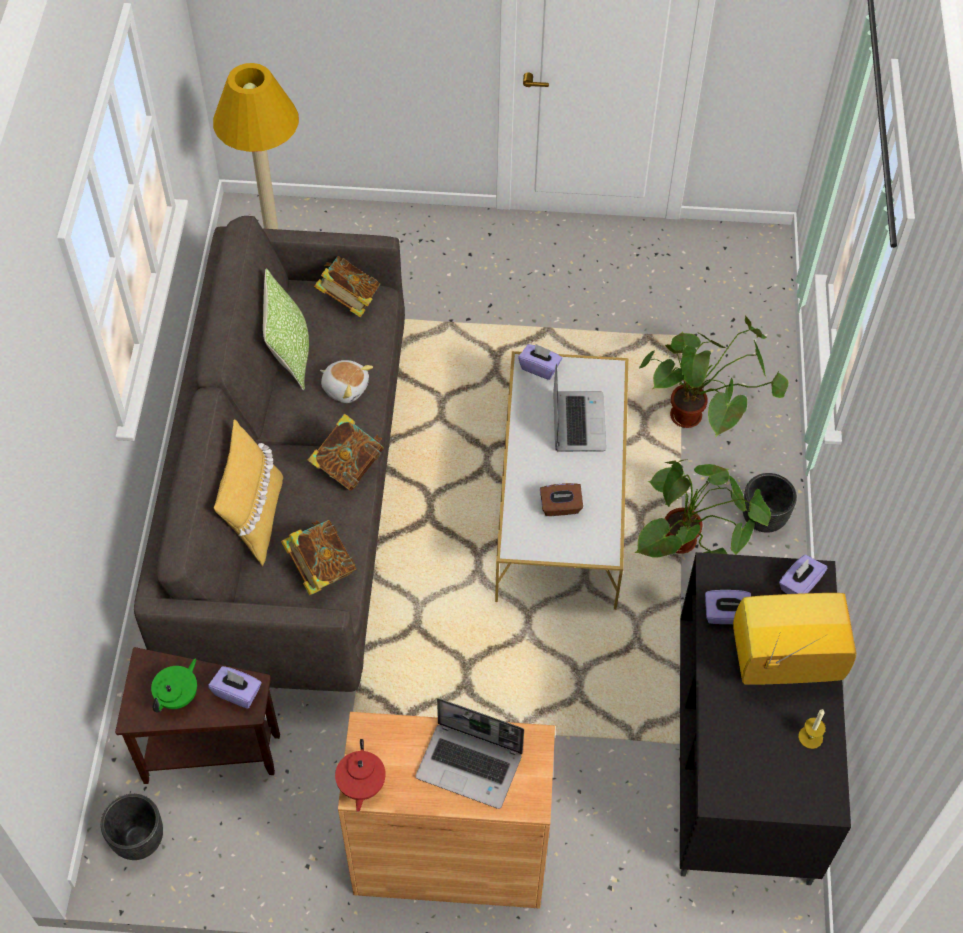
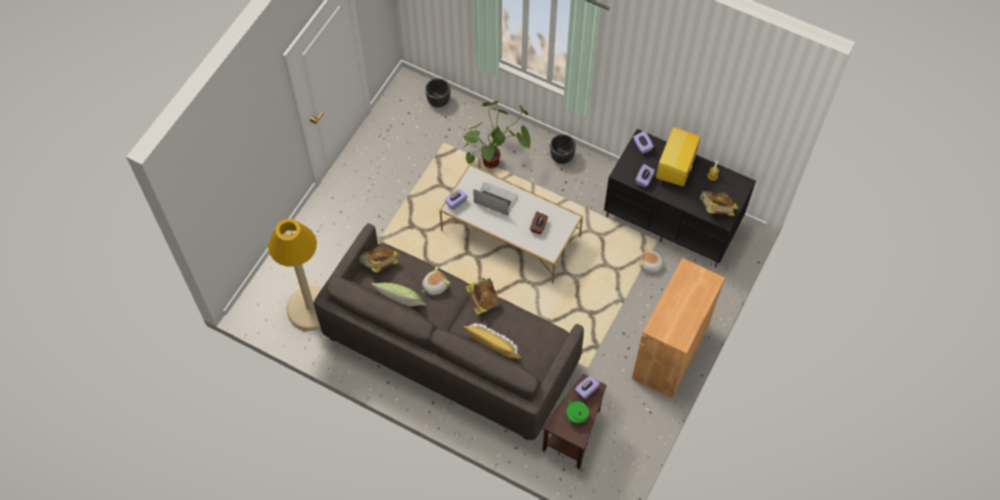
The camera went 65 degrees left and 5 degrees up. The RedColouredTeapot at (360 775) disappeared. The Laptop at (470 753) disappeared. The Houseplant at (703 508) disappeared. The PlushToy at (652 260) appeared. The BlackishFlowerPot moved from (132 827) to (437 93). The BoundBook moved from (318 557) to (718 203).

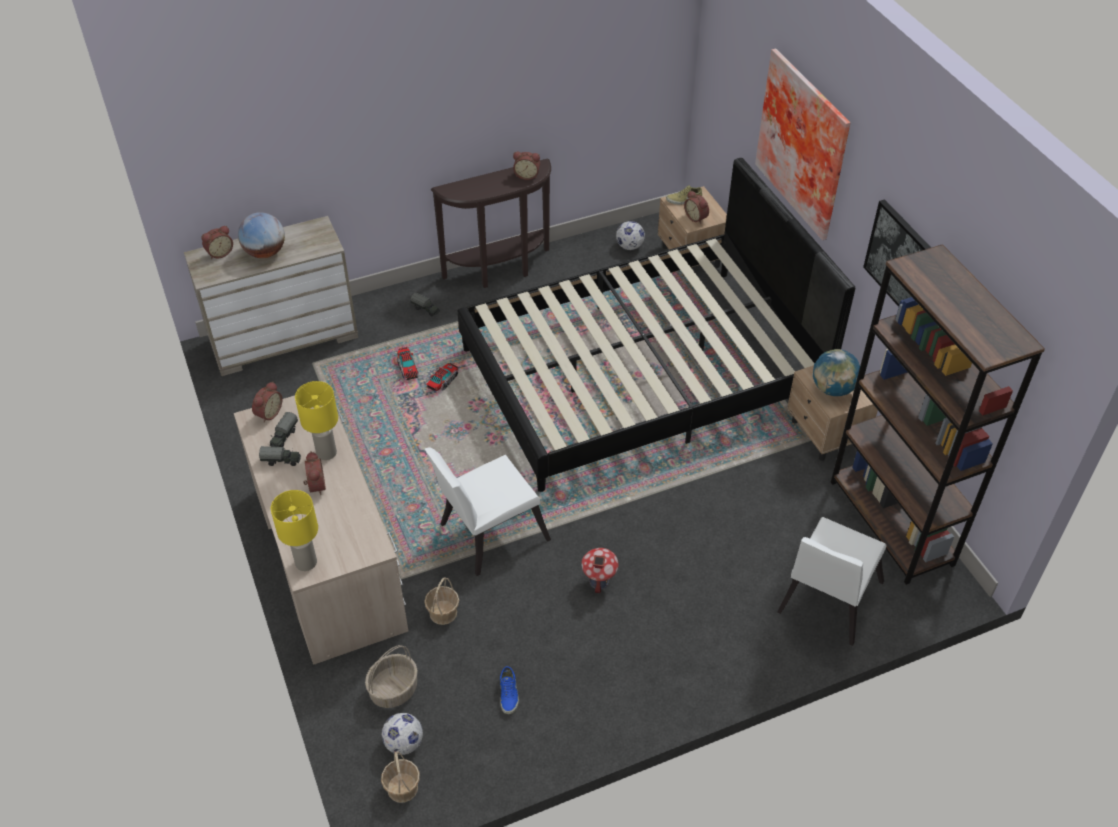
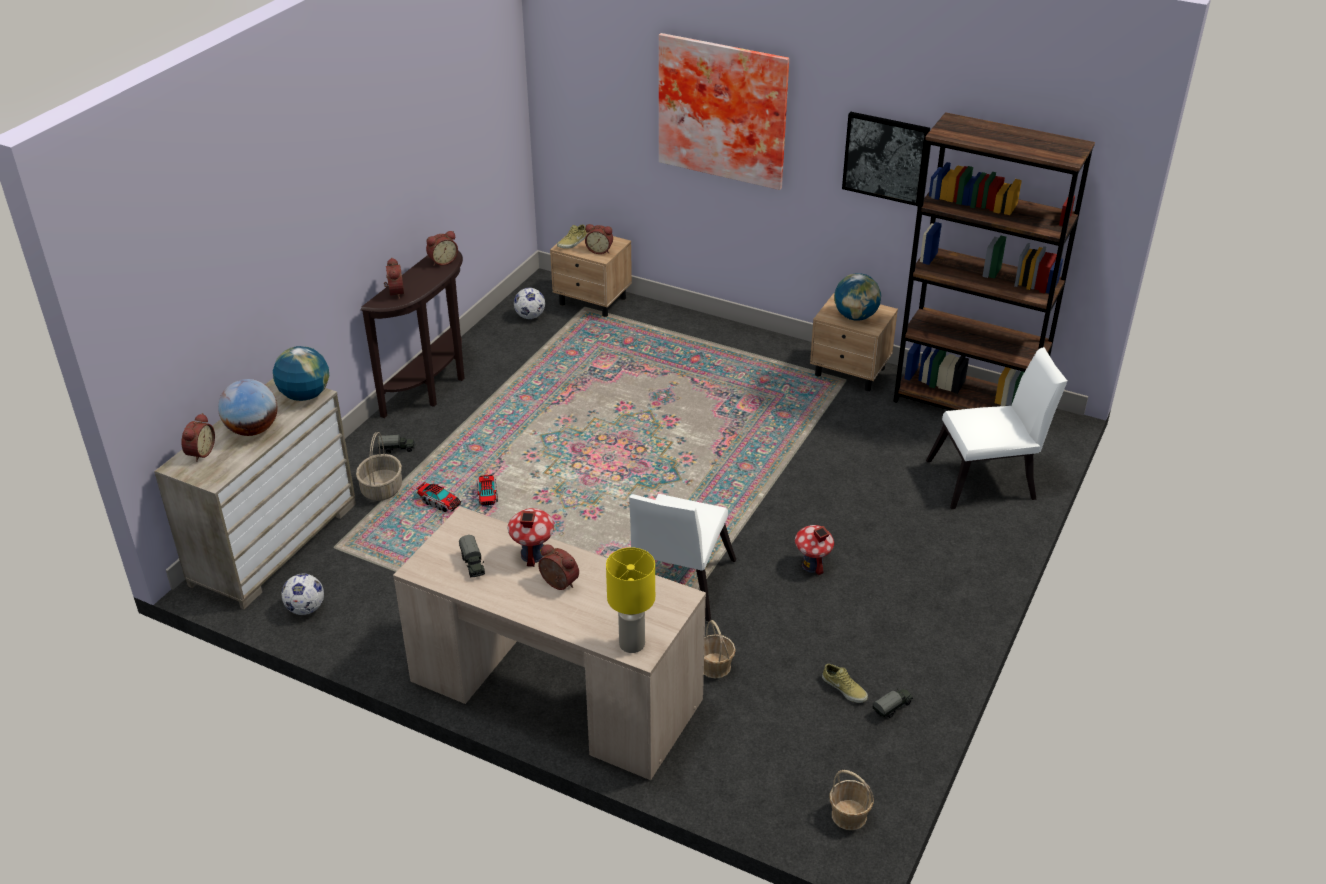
The camera went 40 degrees left and 10 degrees down. The BlackishBedroomBed at (656 325) disappeared. The DeskGlobe at (301 373) appeared. The TableClock moved from (267 402) to (394 278). The ModelTruck moved from (280 456) to (893 703). The HouseholdBasket moved from (391 676) to (379 466). The FootballBall moved from (402 734) to (303 594). The YellowColouredLampForATable at (316 420) was replaced by the MiniatureHouse at (531 537). The BluishShoe at (509 690) became the SandColouredShoe at (845 683). The WhiteColouredChair at (832 581) turned 90 degrees counterclockwise.

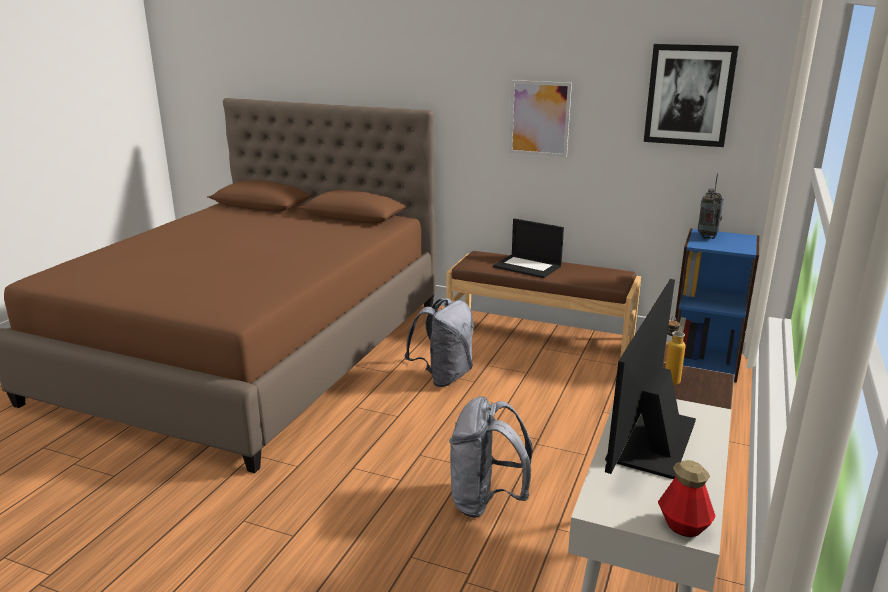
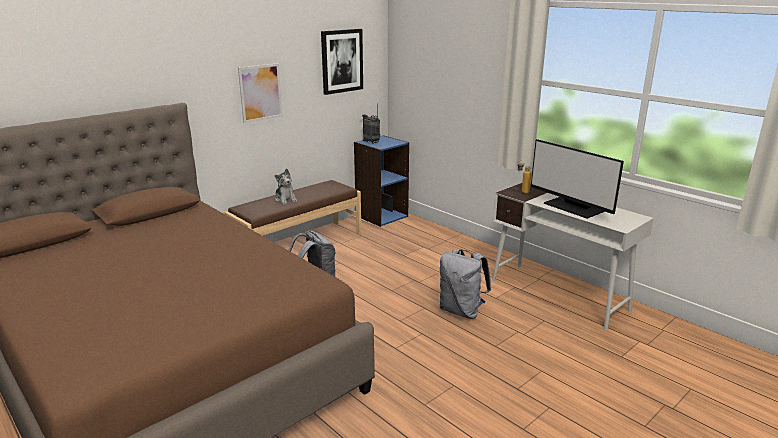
The camera went 65 degrees left and 0 degrees up. The Bottle at (687 498) disappeared. The Laptop at (528 248) was replaced by the PlushToy at (286 186).

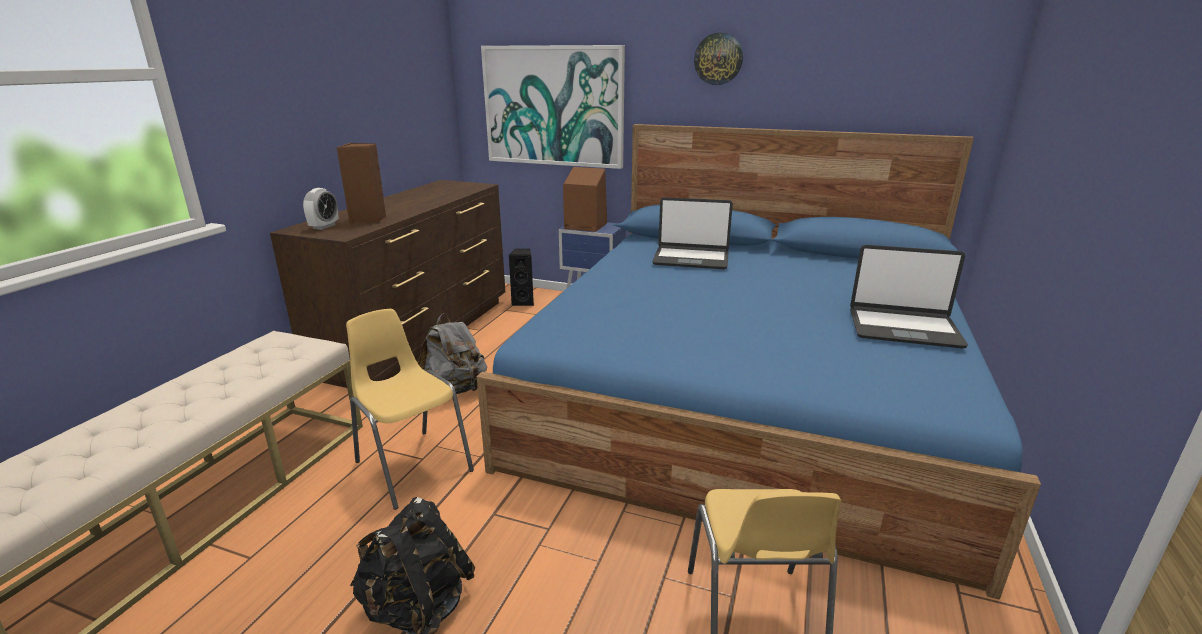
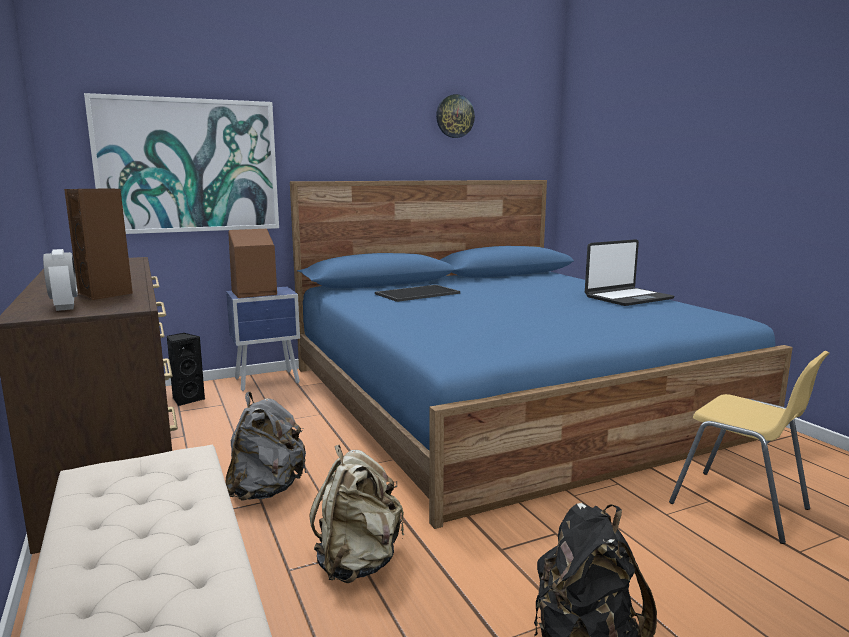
The camera went 45 degrees left and 10 degrees down. The WallClock moved from (718 59) to (455 116). The YellowColouredChair at (410 409) was replaced by the SandColouredRucksack at (357 514). The Laptop at (692 233) was replaced by the Tray at (417 293).

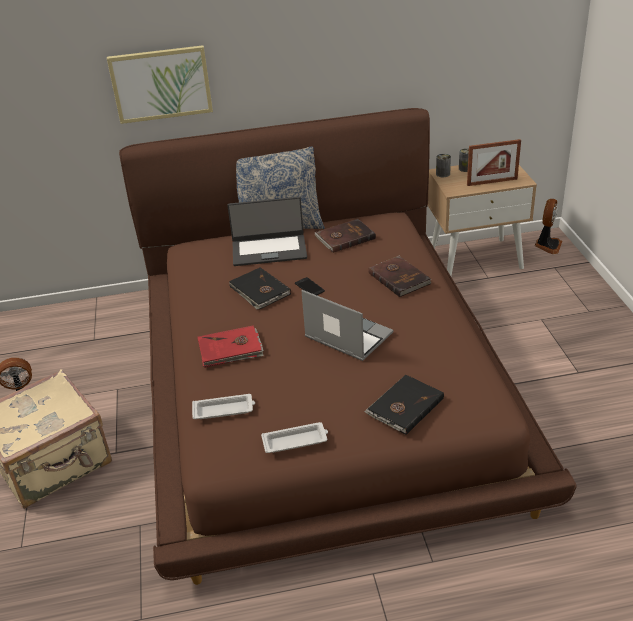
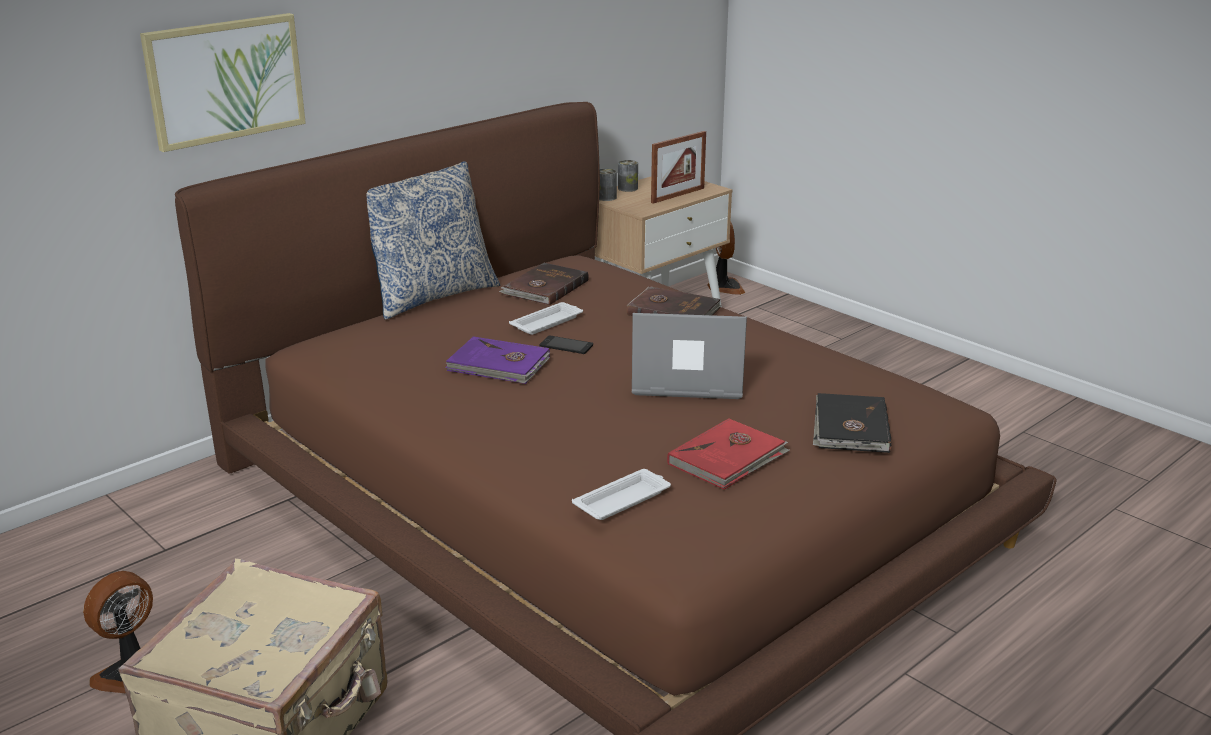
The camera went 35 degrees left and 10 degrees down. The Laptop at (267 231) disappeared. The RedColouredBoundBook moved from (231 346) to (728 454). The WhiteColouredTray moved from (294 437) to (546 318). The BlackishBoundBook at (260 288) became the PurplishBoundBook at (497 360).

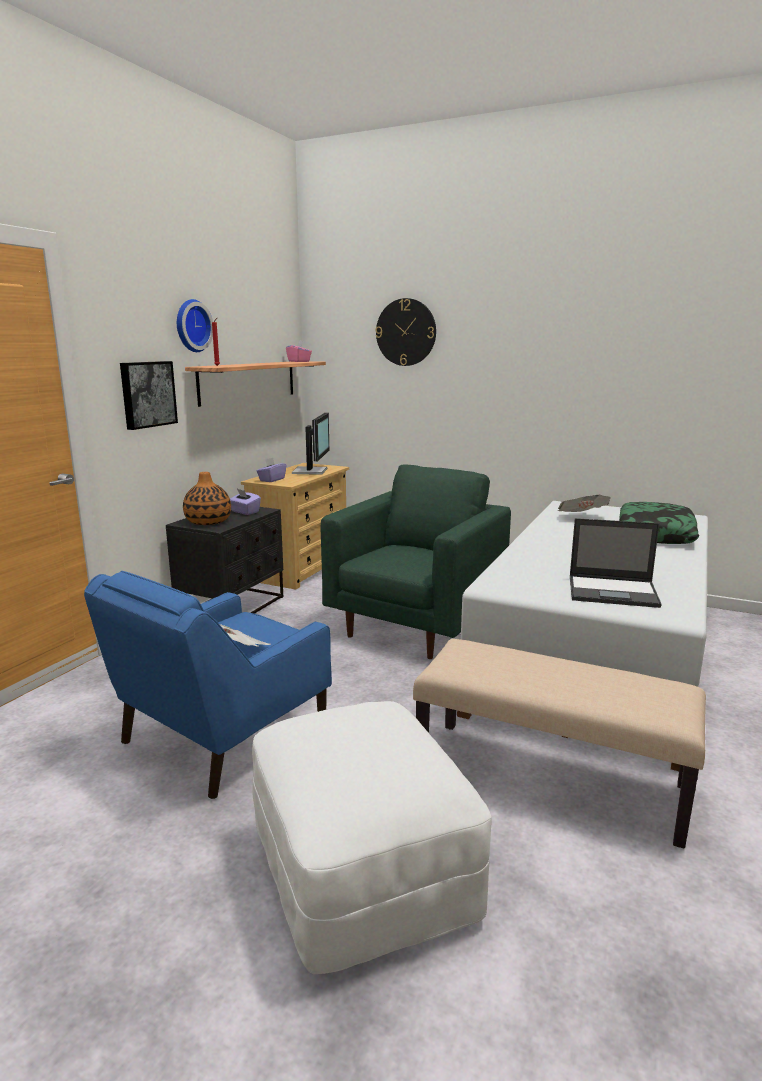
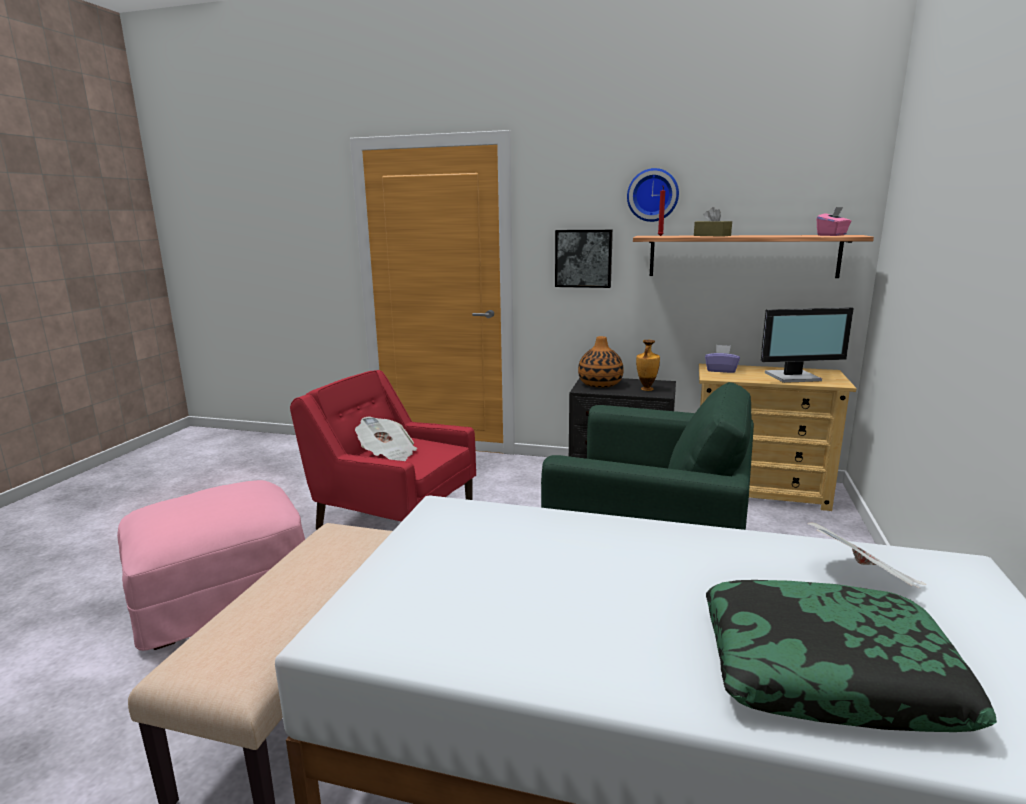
The camera went 80 degrees right and 0 degrees up. The WallClock at (405 332) disappeared. The Laptop at (616 563) disappeared. The BrownBoxOfTissues at (713 222) appeared. The PurplishBoxOfTissues at (245 502) was replaced by the DecorativeVase at (648 365). The BluishArmchair at (208 685) became the RedColouredArmchair at (383 450). The WhiteColouredPouffe at (372 837) became the PinkishPouffe at (211 565).

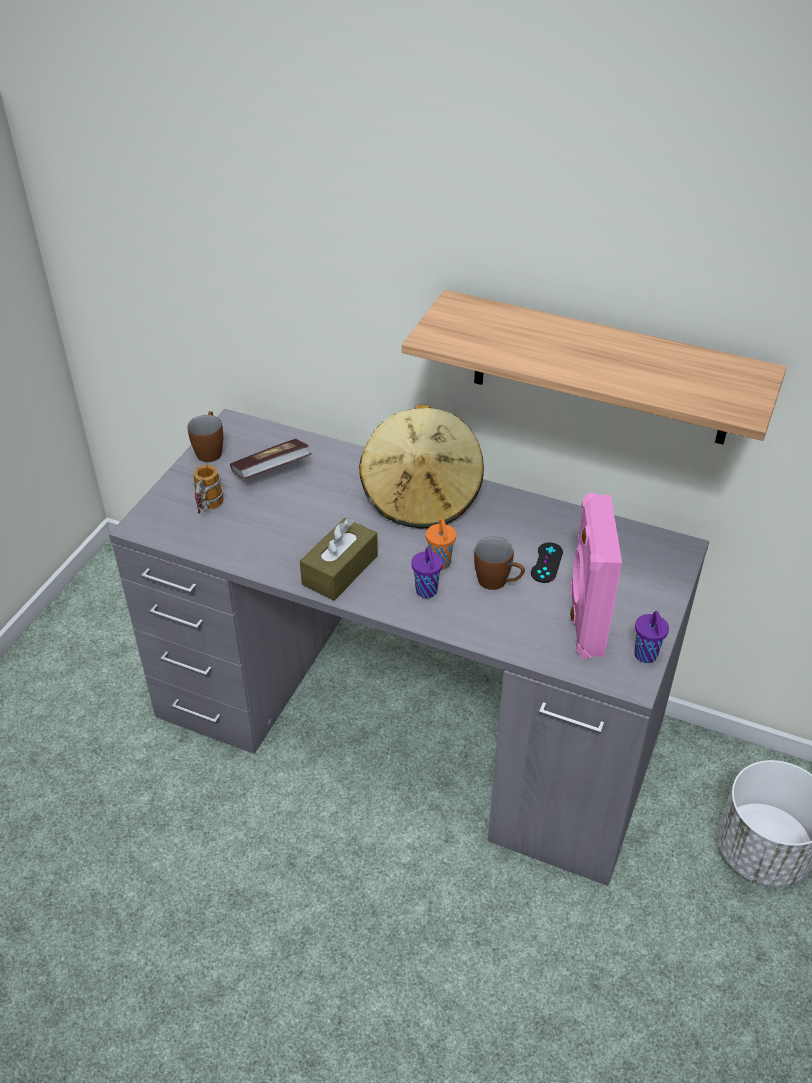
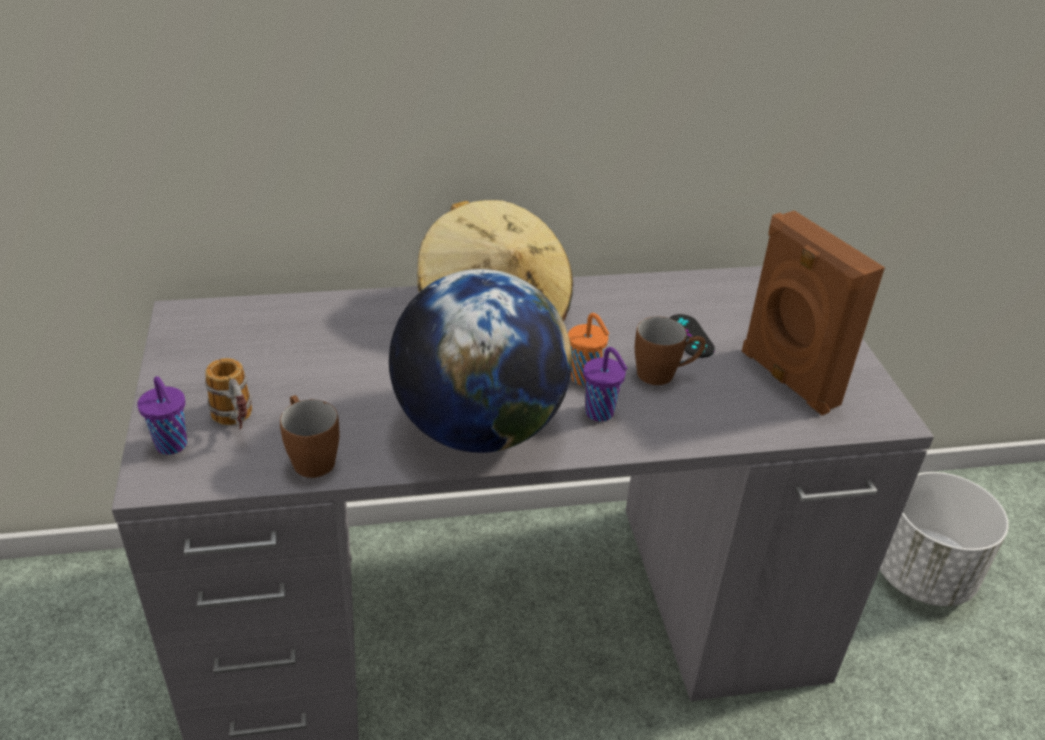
The camera went 35 degrees left and 5 degrees down. The BoundBook at (271 459) disappeared. The Shelf at (594 367) disappeared. The BrownMug moved from (205 436) to (310 436). The PurplishSmallCup moved from (652 637) to (162 415). The BrownBoxOfTissues at (339 559) was replaced by the DeskGlobe at (480 361). The PinkishAudioSpeaker at (596 575) became the BrownAudioSpeaker at (813 313).

